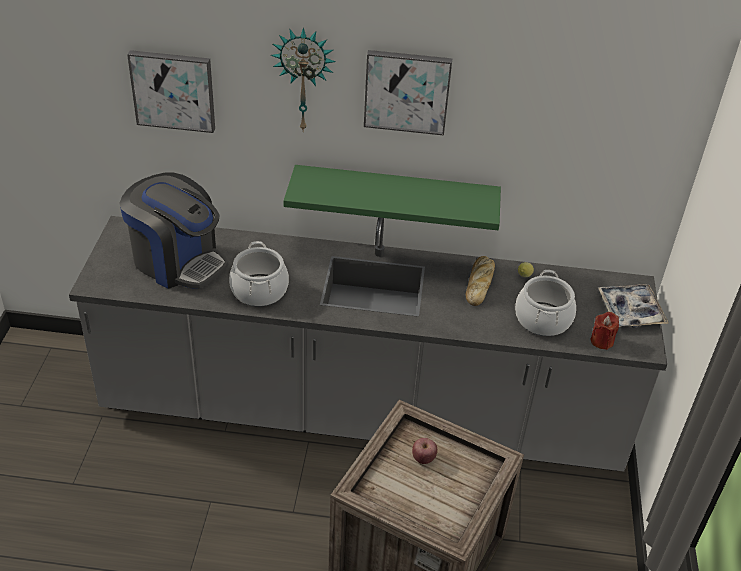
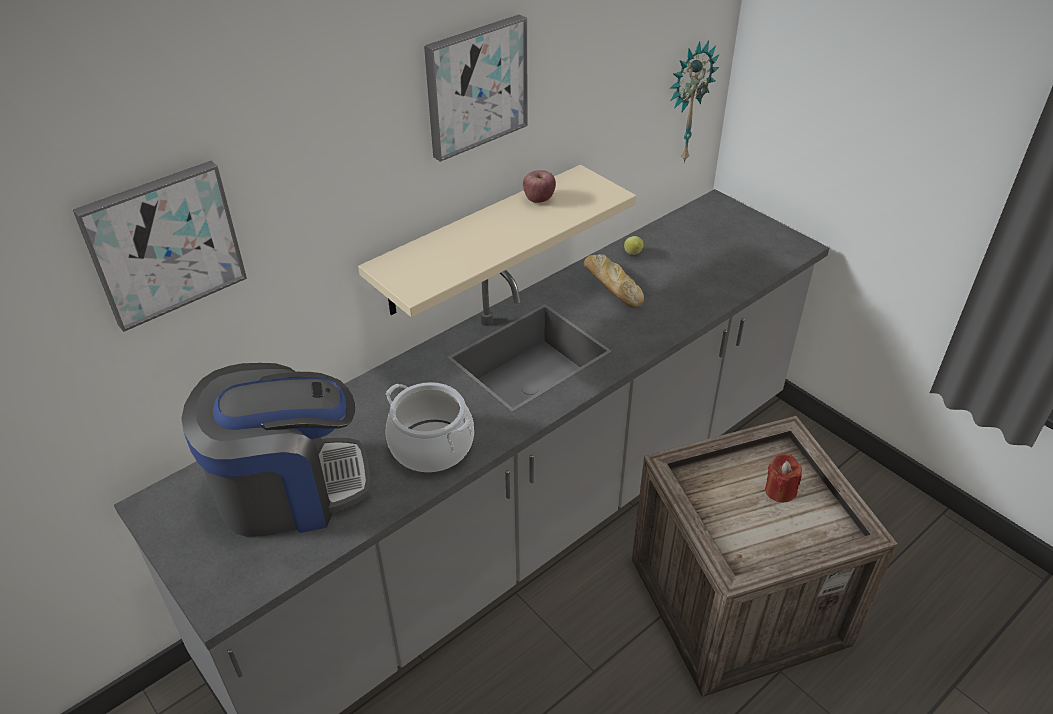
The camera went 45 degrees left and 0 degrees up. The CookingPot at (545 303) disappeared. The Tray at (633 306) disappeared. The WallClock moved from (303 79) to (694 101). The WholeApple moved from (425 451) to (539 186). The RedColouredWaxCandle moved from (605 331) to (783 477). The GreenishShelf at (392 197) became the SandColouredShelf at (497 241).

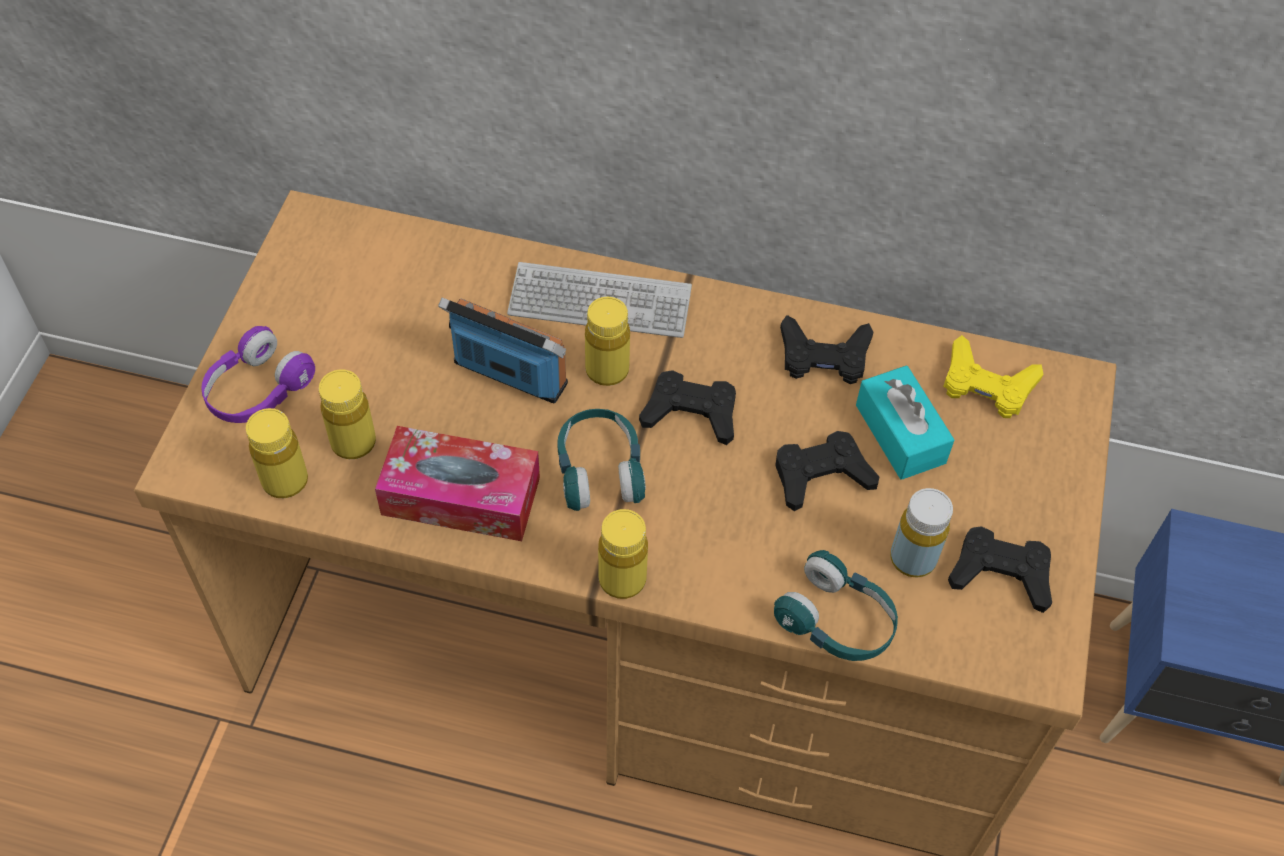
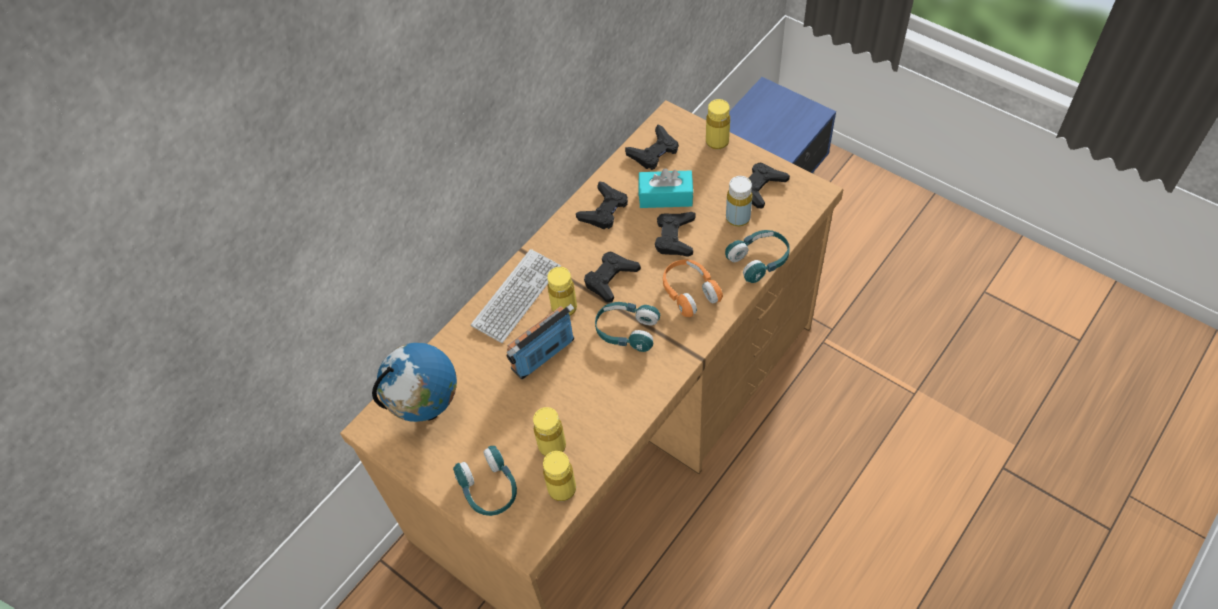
The camera went 60 degrees left and 0 degrees up. The BoxOfTissues at (457 483) disappeared. The DeskGlobe at (414 382) appeared. The OrangePairOfHeadphones at (693 288) appeared. The YellowColouredBottle moved from (623 554) to (718 124). The PurplishPairOfHeadphones at (258 374) became the TurquoisePairOfHeadphones at (485 481). The YellowColouredGameController at (993 376) became the BlackishGameController at (652 147).

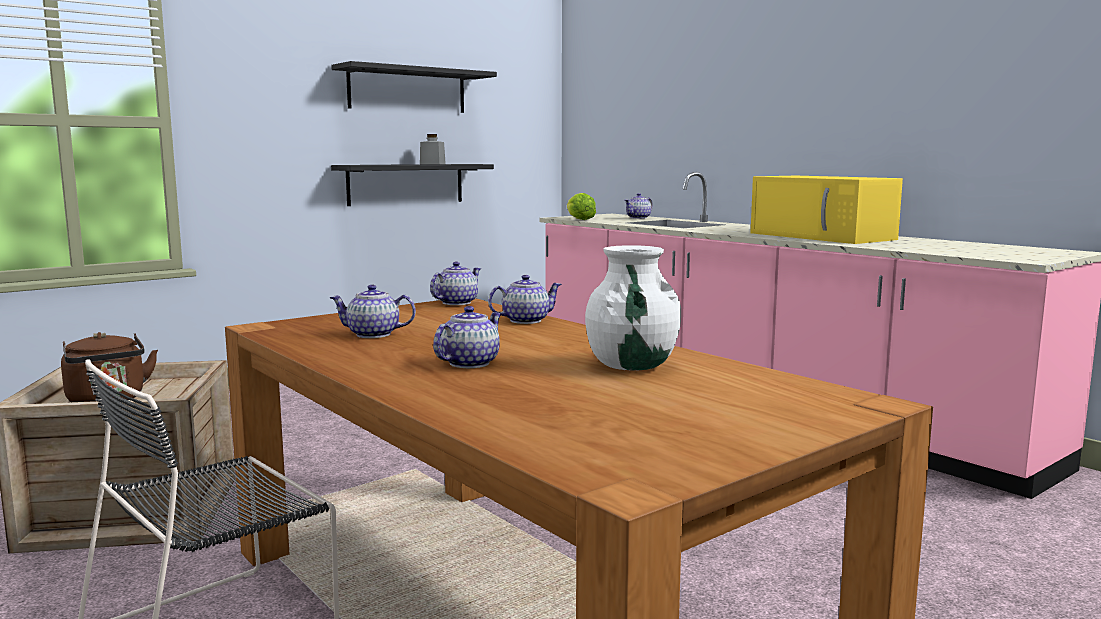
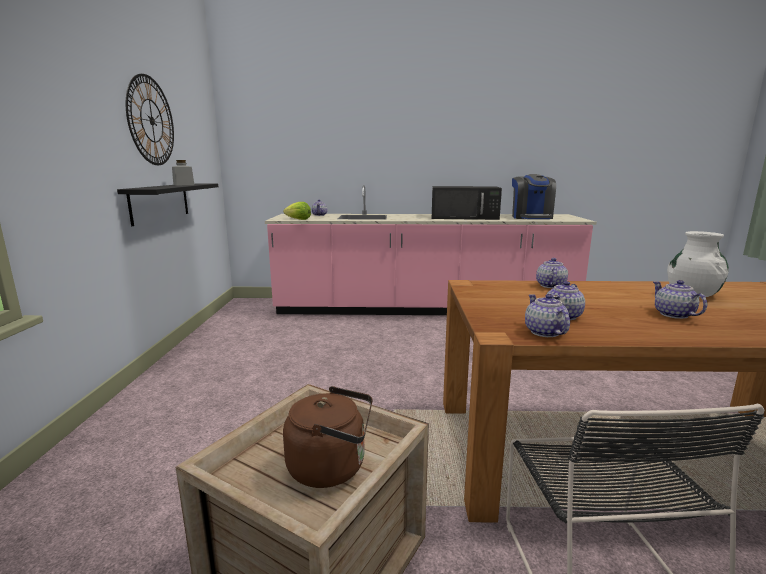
The camera went 50 degrees left and 5 degrees up. The CoffeeBrewer at (534 196) appeared. The Teapot moved from (455 283) to (547 315). The BlackishShelf at (414 87) was replaced by the WallClock at (150 119). The YellowColouredMicrowaveOven at (826 210) became the BlackishMicrowaveOven at (467 203).

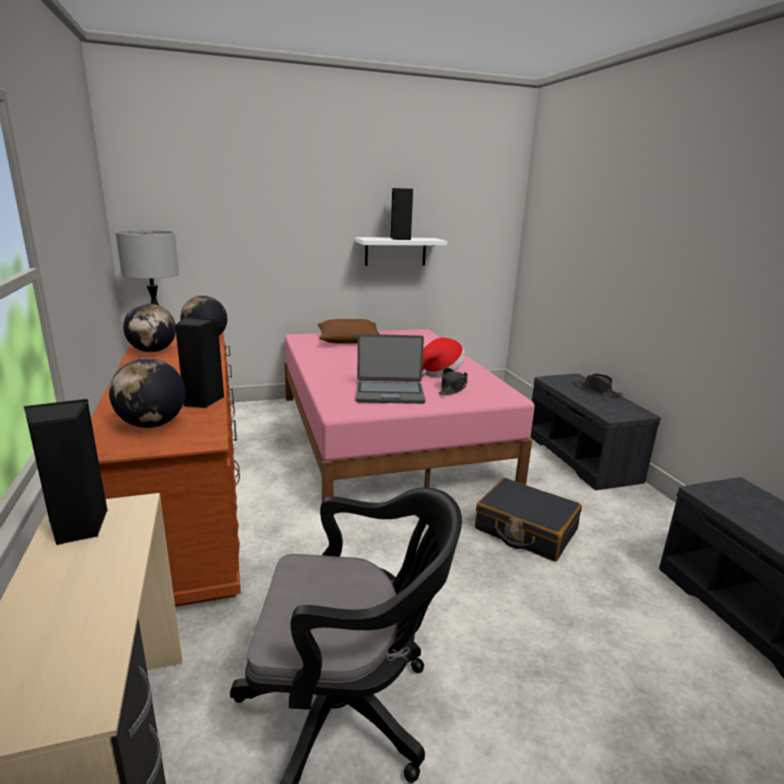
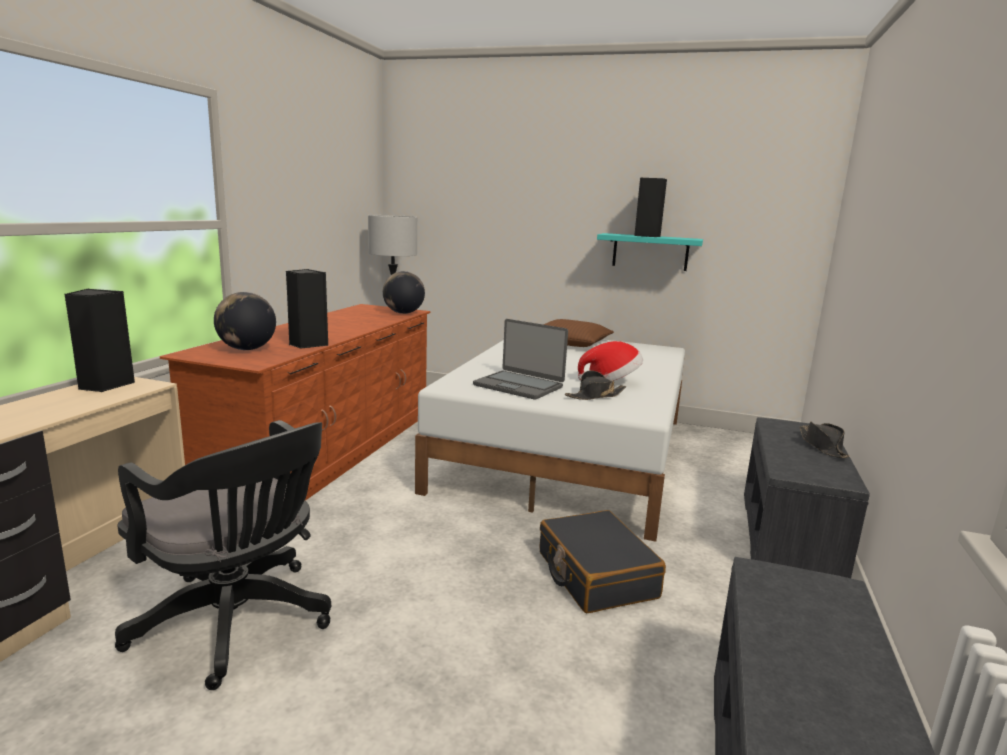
The camera went 35 degrees right and 5 degrees down. The DeskGlobe at (149 327) disappeared. The PinkishBedroomBed at (410 414) became the WhiteColouredBedroomBed at (550 440). The WhiteColouredShelf at (401 251) became the TurquoiseShelf at (650 252).

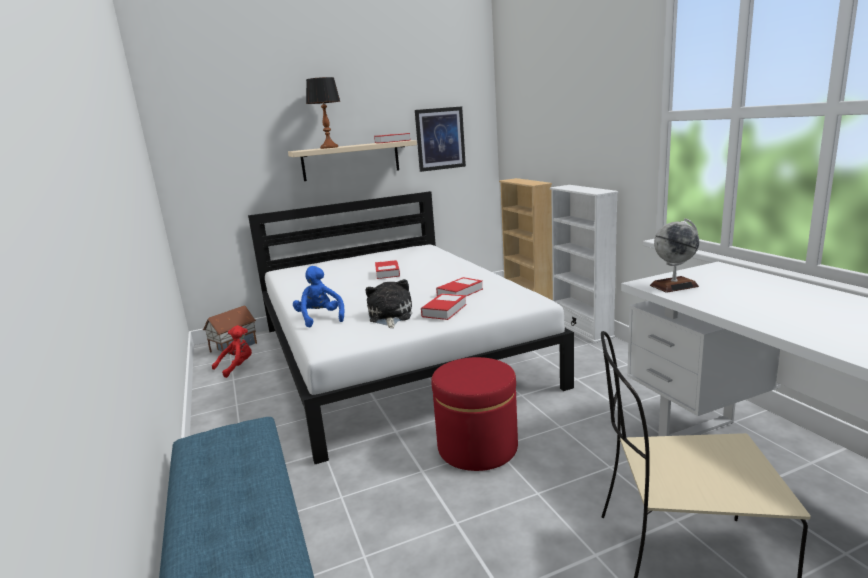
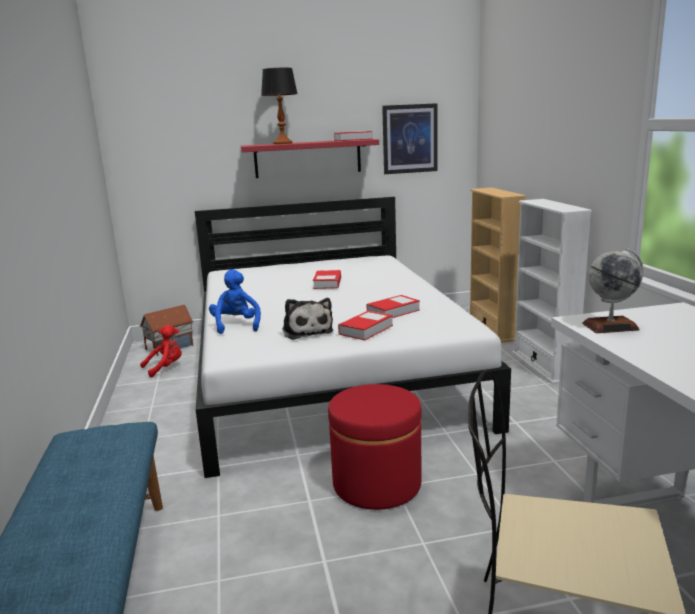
The camera went 10 degrees right and 0 degrees up. The SandColouredShelf at (352 160) became the RedColouredShelf at (310 158). The PlushToy at (389 303) turned 150 degrees clockwise.

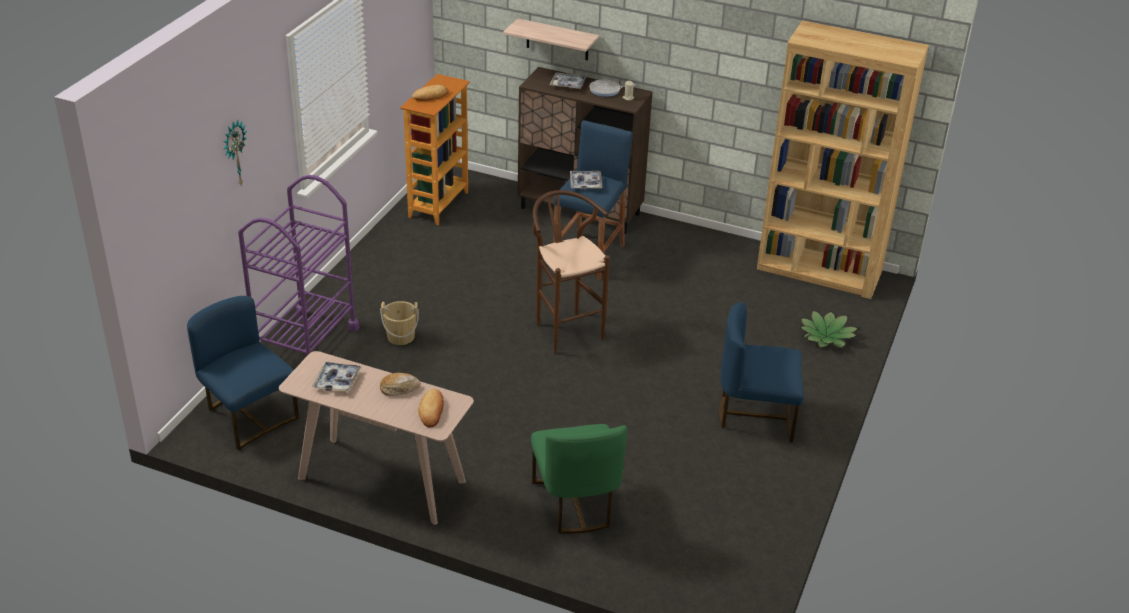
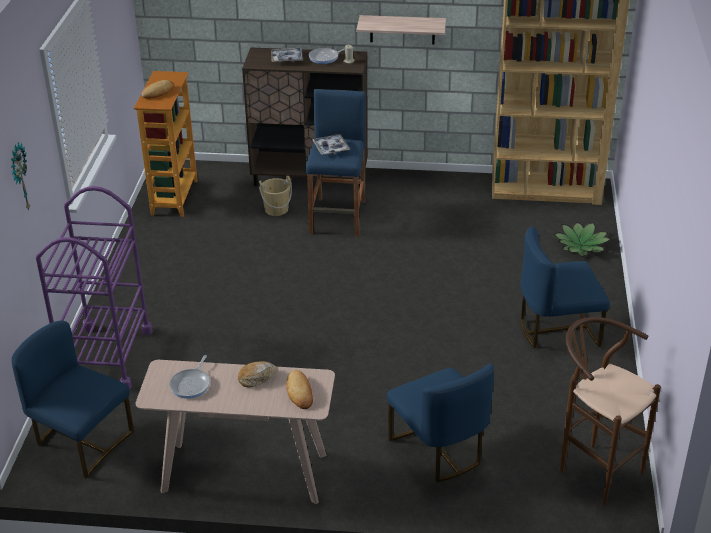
The camera went 15 degrees left and 0 degrees up. The SandColouredWaterBucket moved from (399 323) to (275 196). The Shelf moved from (551 39) to (401 29). The BrownStoolSeat moved from (571 272) to (610 411). The Tray at (337 376) was replaced by the Skillet at (189 377). The GreenishChair at (579 479) became the BluishChair at (440 422).

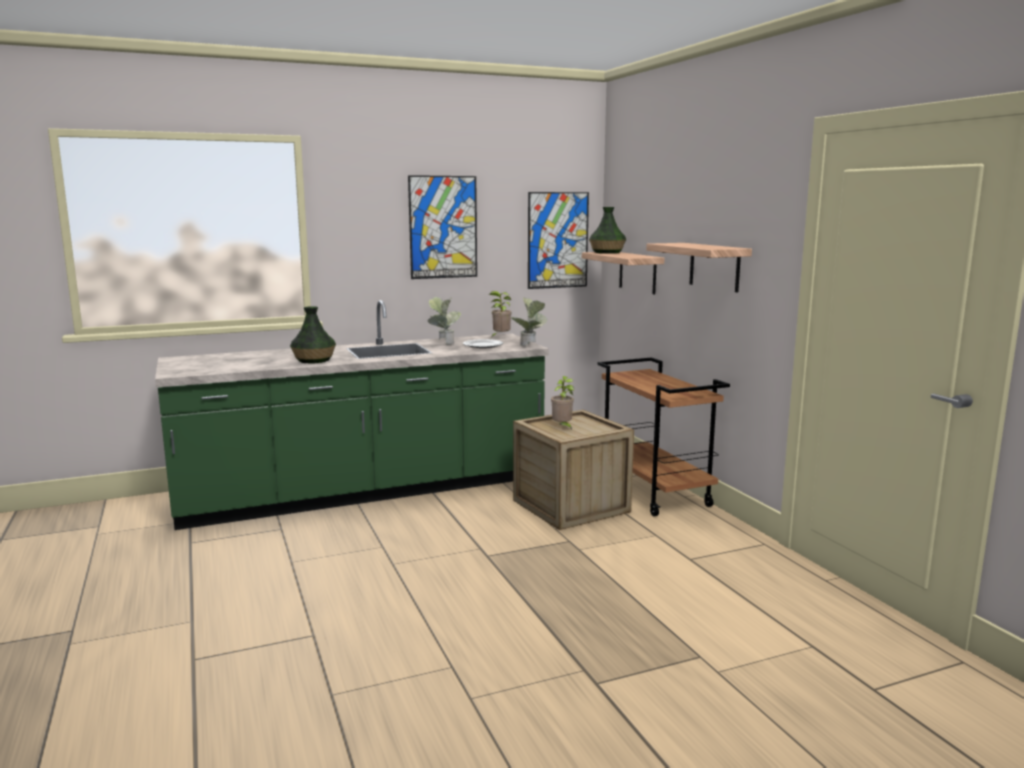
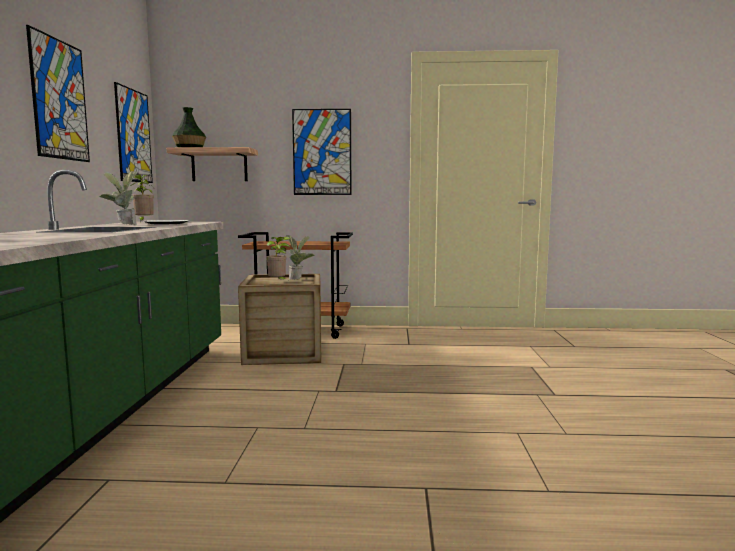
The camera went 65 degrees left and 5 degrees down. The DecorativeVase at (313 334) disappeared. The Houseplant moved from (529 321) to (300 257). The Shelf at (699 268) was replaced by the Picture at (321 152).

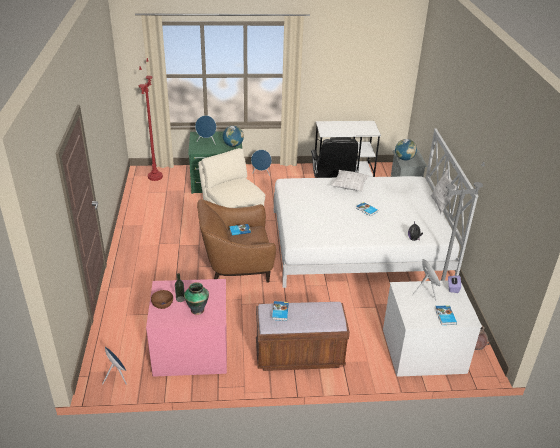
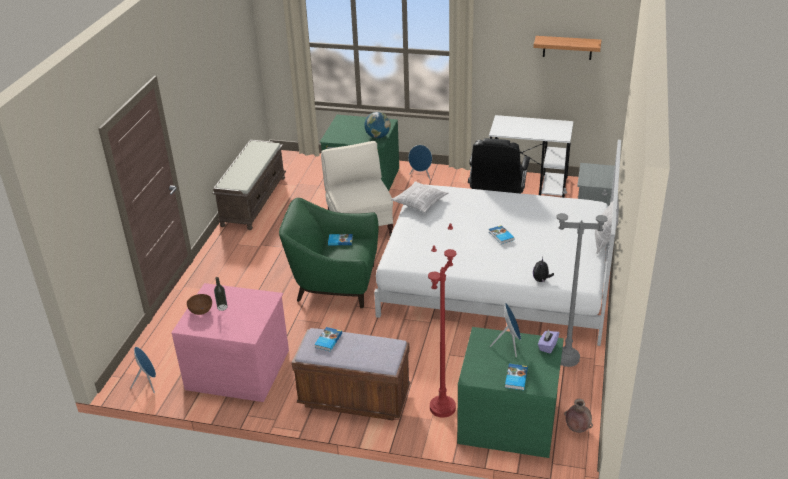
The camera went 20 degrees right and 0 degrees up. The DecorativeVase at (196 298) disappeared. The BluishAudioSpeaker at (205 130) disappeared. The DeskGlobe at (406 149) disappeared. The BrownIndoorBench at (249 185) appeared. The Shelf at (567 48) appeared. The RedColouredStandingLamp moved from (151 119) to (442 320). The Cushion moved from (350 181) to (420 197). The BrownArmchair at (236 241) became the GreenishArmchair at (329 253). The WhiteColouredChestOfDrawers at (432 329) became the GreenishChestOfDrawers at (510 392).

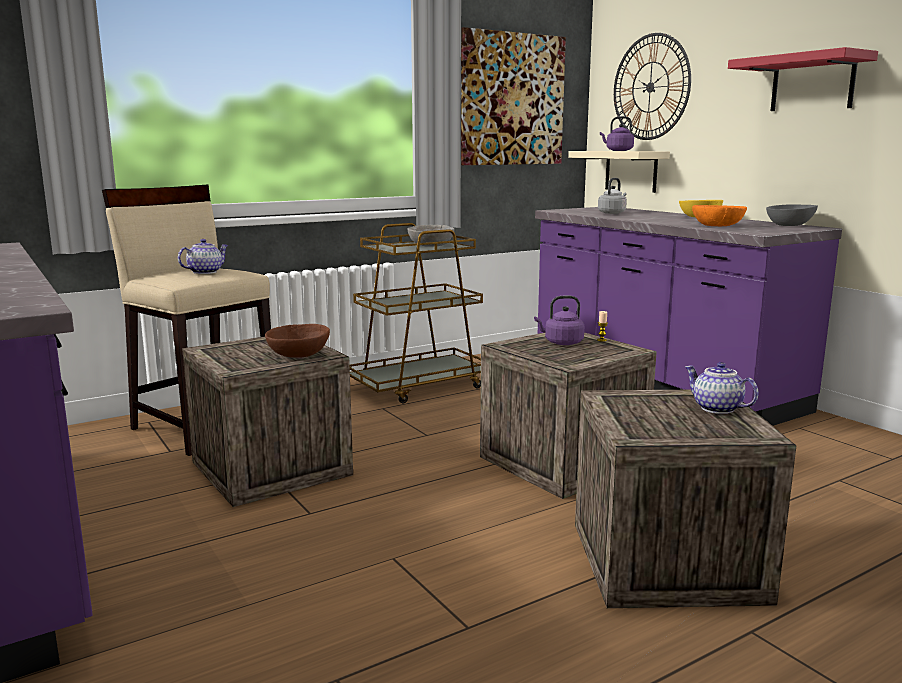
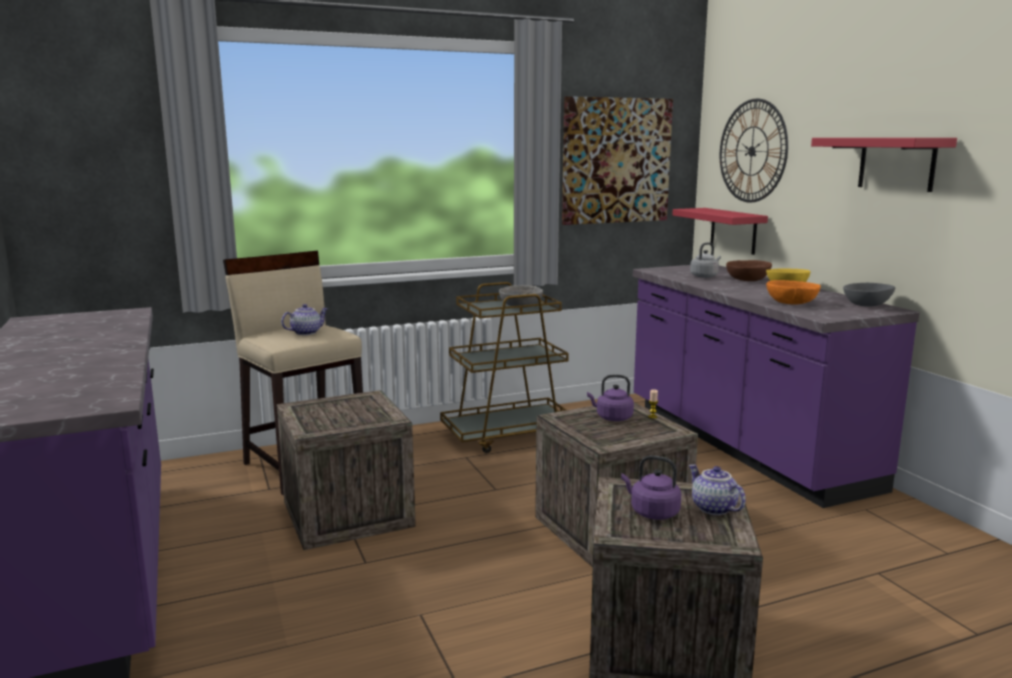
The camera went 10 degrees right and 0 degrees up. The BrownDeepDish moved from (297 341) to (749 270). The PurplishKettle moved from (617 133) to (651 487). The SandColouredShelf at (619 172) became the RedColouredShelf at (720 231).

